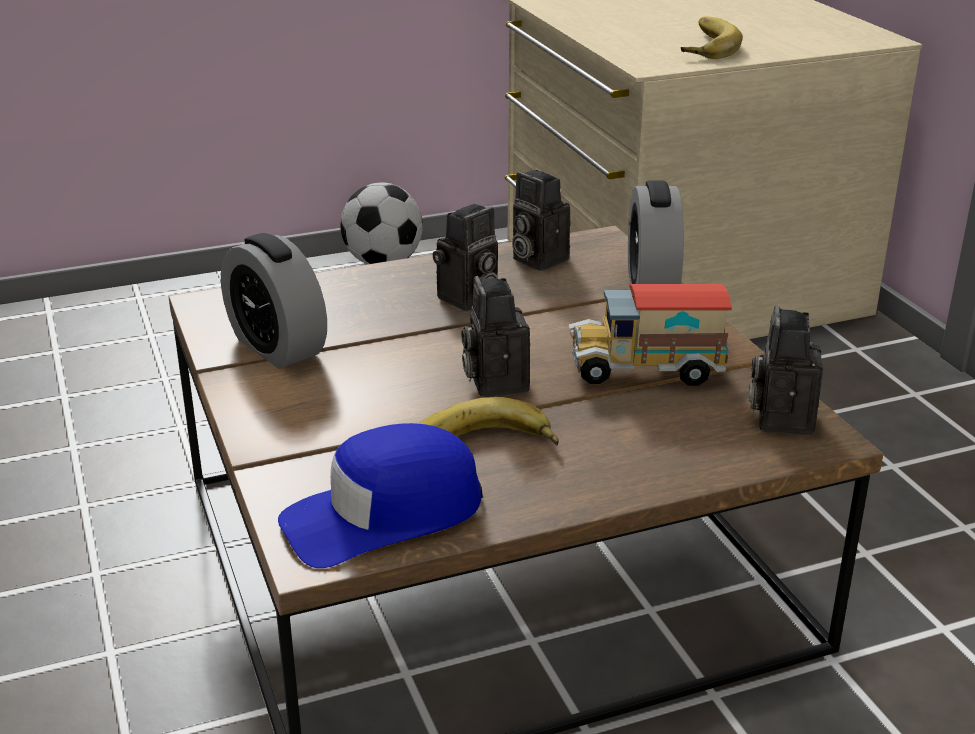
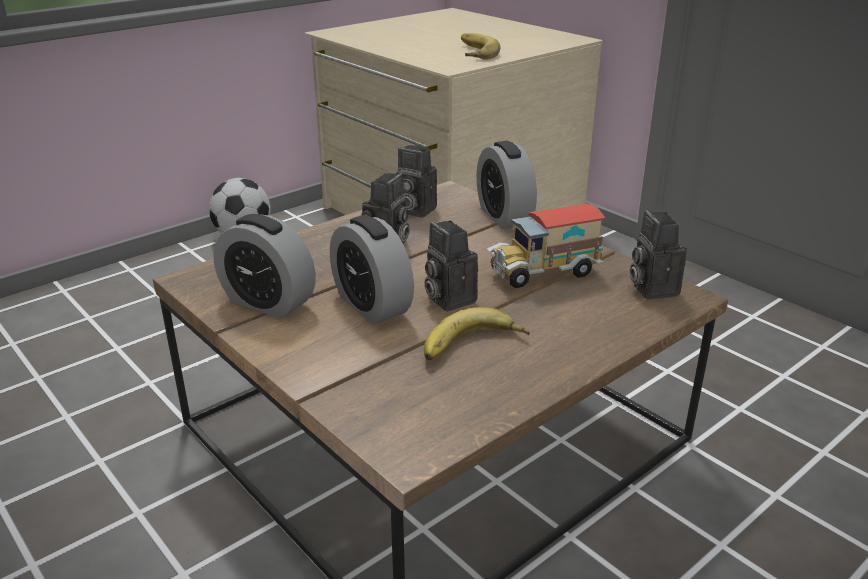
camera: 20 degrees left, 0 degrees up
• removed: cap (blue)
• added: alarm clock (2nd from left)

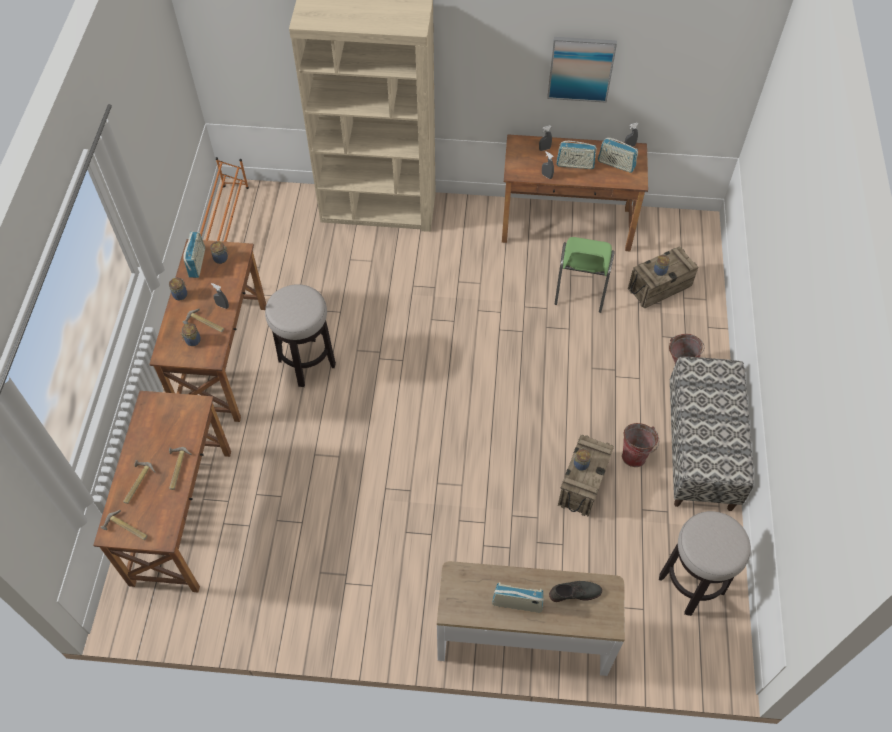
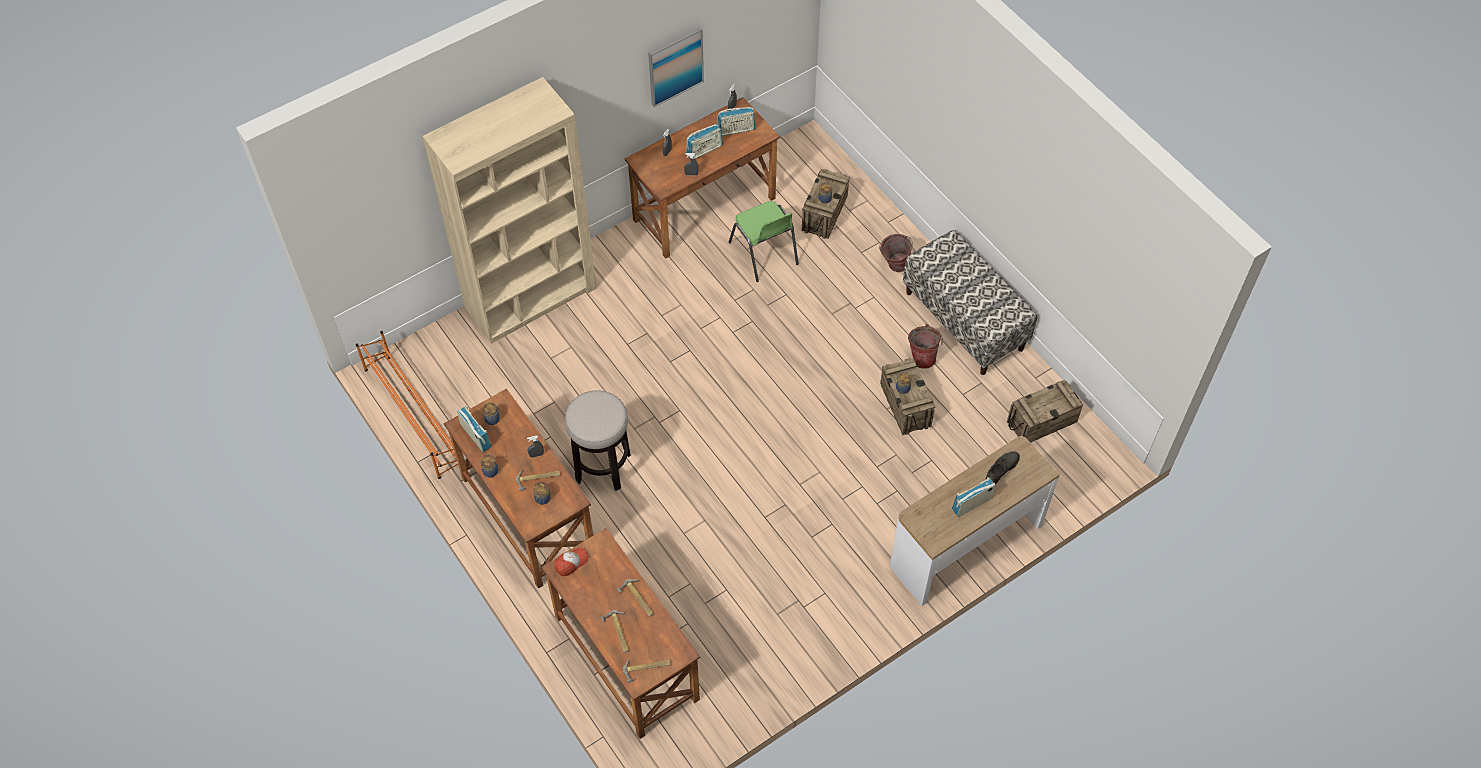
camera: 40 degrees left, 0 degrees up
• added: cap
• replaced: stool (2nd from left) to crate (3rd from left)

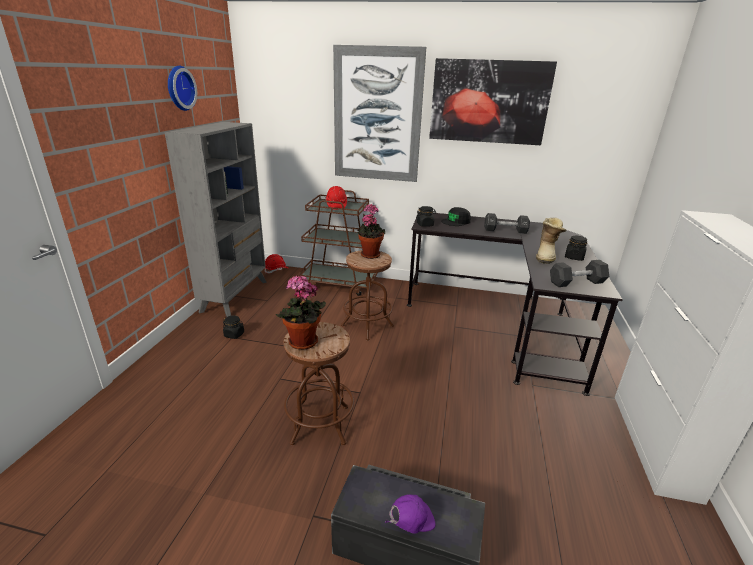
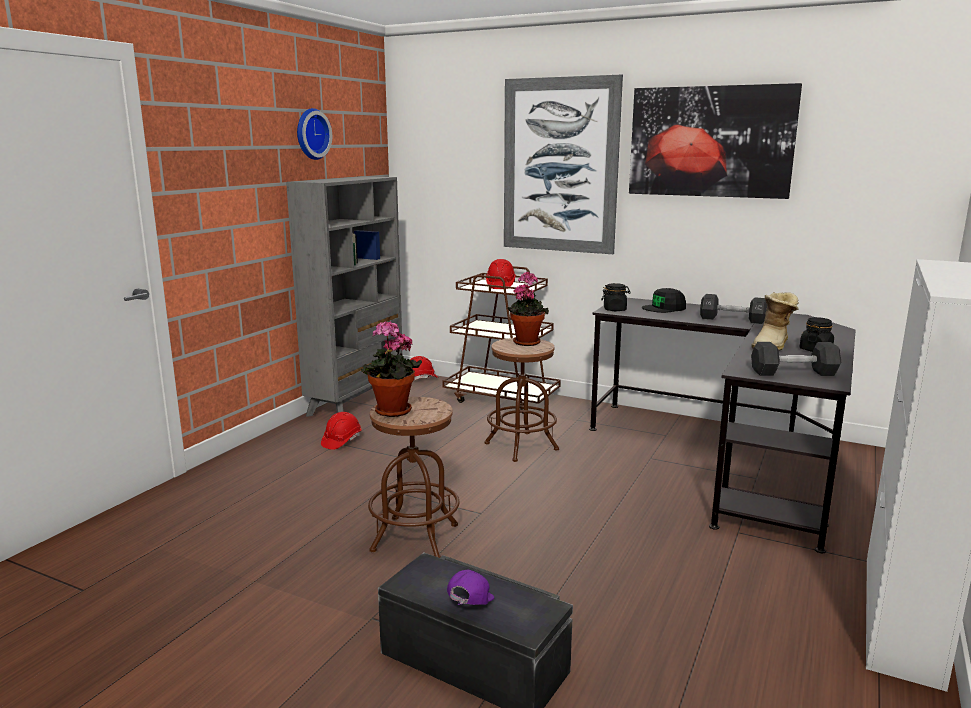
camera: 15 degrees right, 10 degrees down
• replaced: jar (black) (1st from left) to hard hat (red) (1st from left)
• turned: cap (purple) 60 degrees counterclockwise

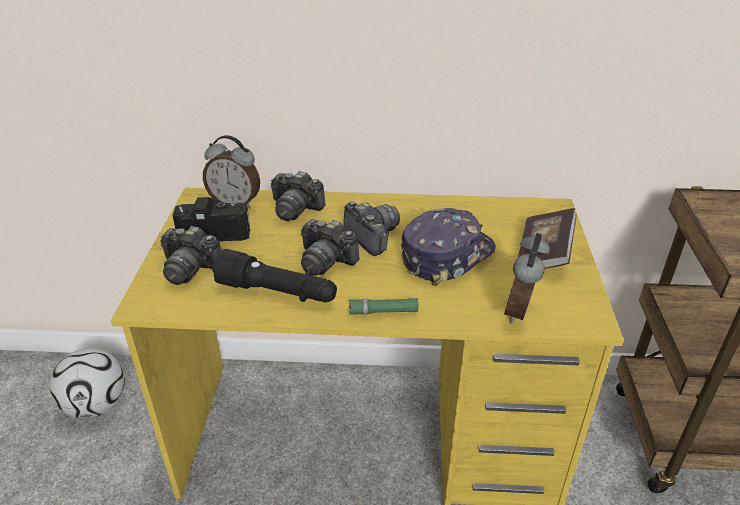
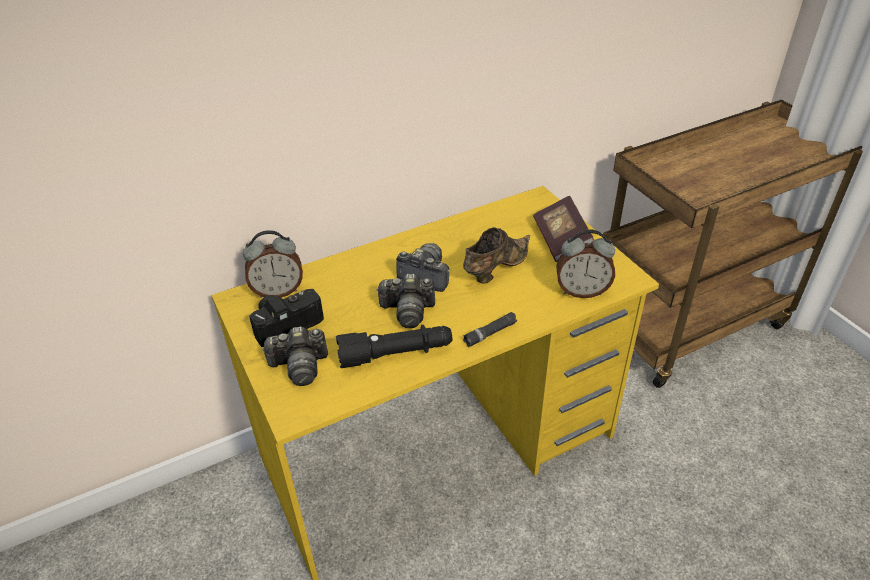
camera: 30 degrees left, 5 degrees up
• removed: football
• removed: photo camera (3rd from left)
• replaced: cap to shoe (brown)
• recoloured: flashlight (green) to flashlight (black) (2nd from left)
• turned: alarm clock (2nd from left) 75 degrees counterclockwise

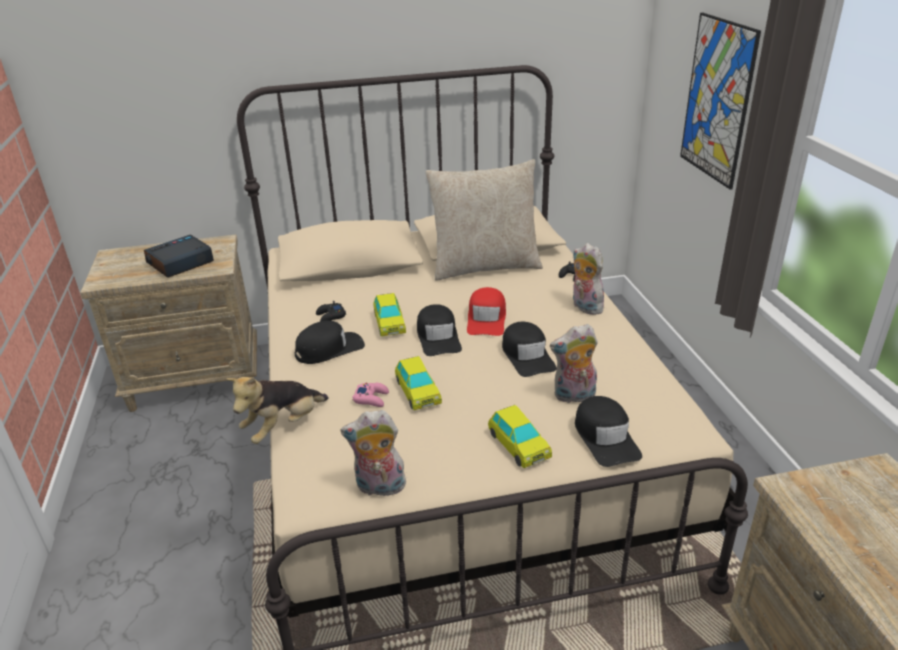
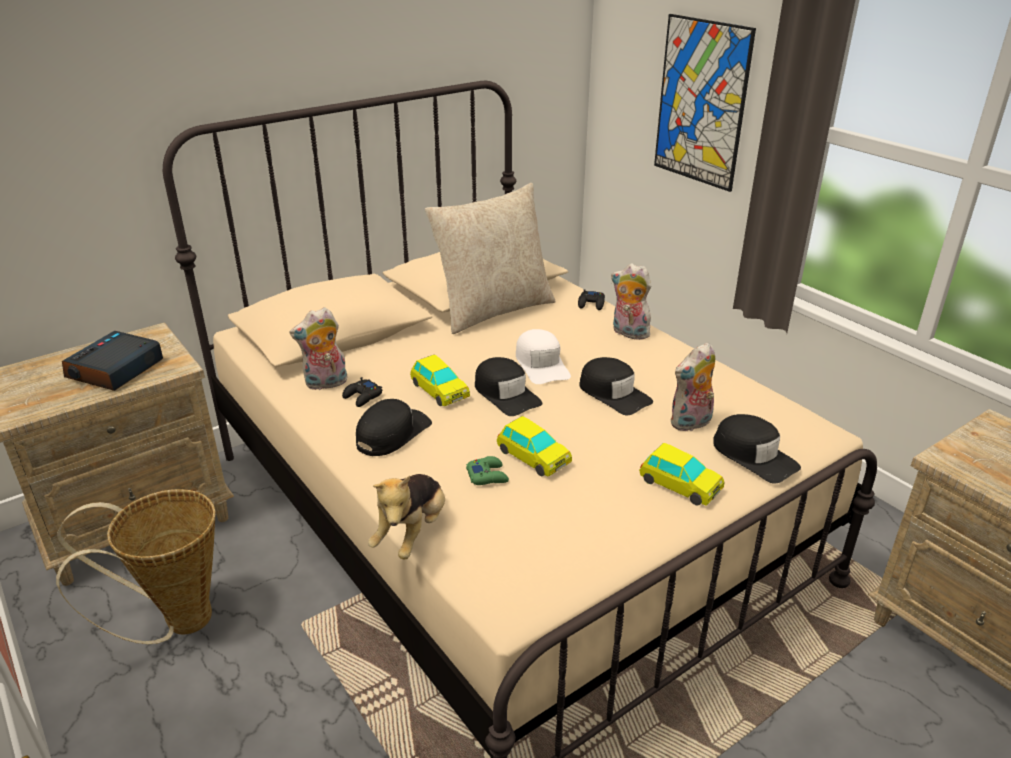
camera: 25 degrees left, 0 degrees up
• added: basket
• moved: plush toy (2nd from left in the first image) to plush toy (1st from left)
• recoloured: game controller (pink) to game controller (green)
• recoloured: cap (red) to cap (white)

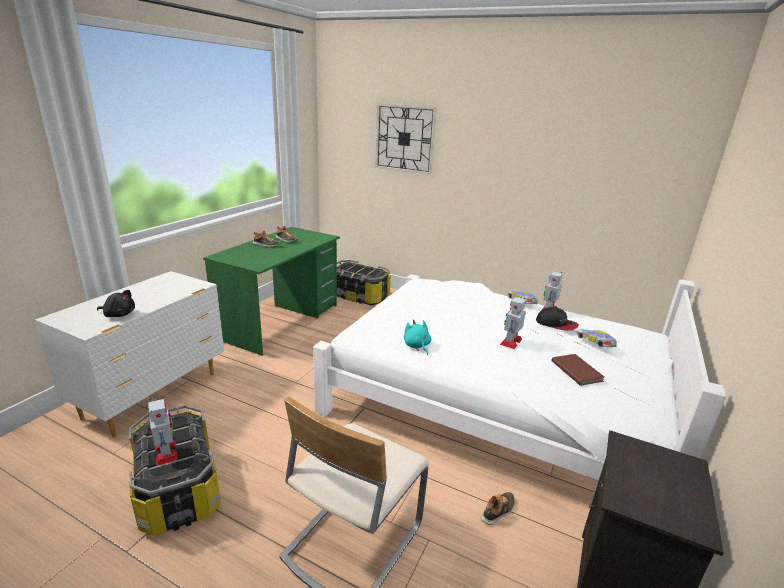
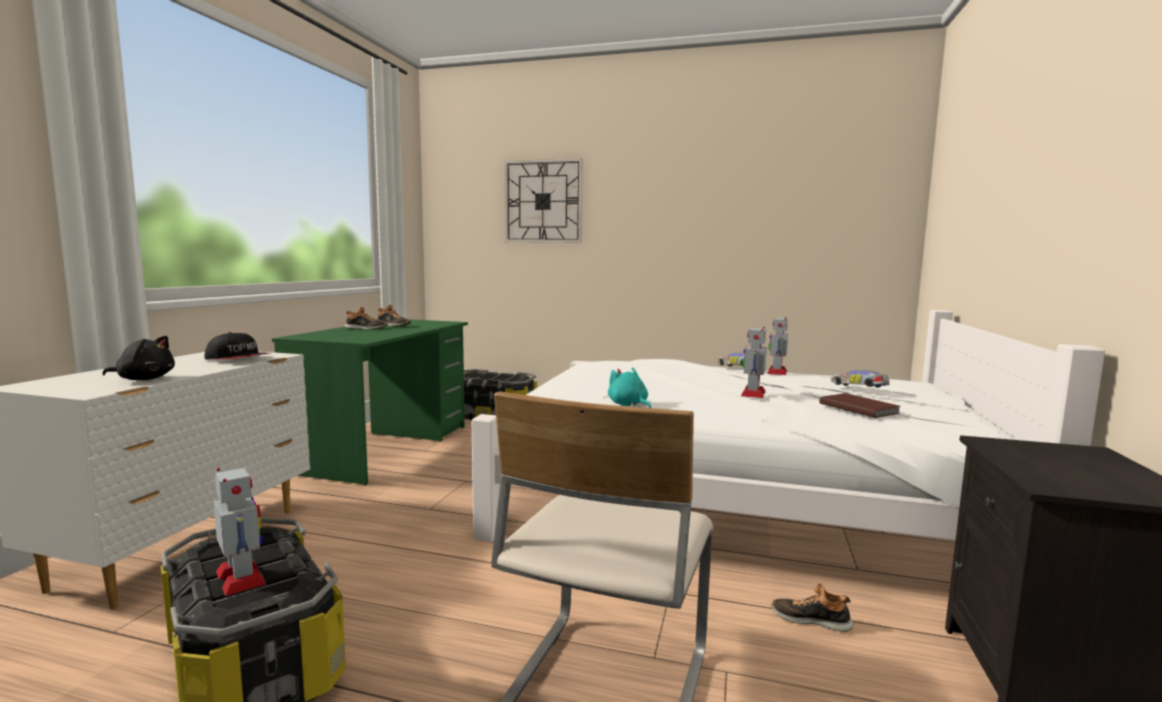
camera: 10 degrees left, 15 degrees down
• moved: cap
• turned: shoe (3rd from left) 105 degrees counterclockwise

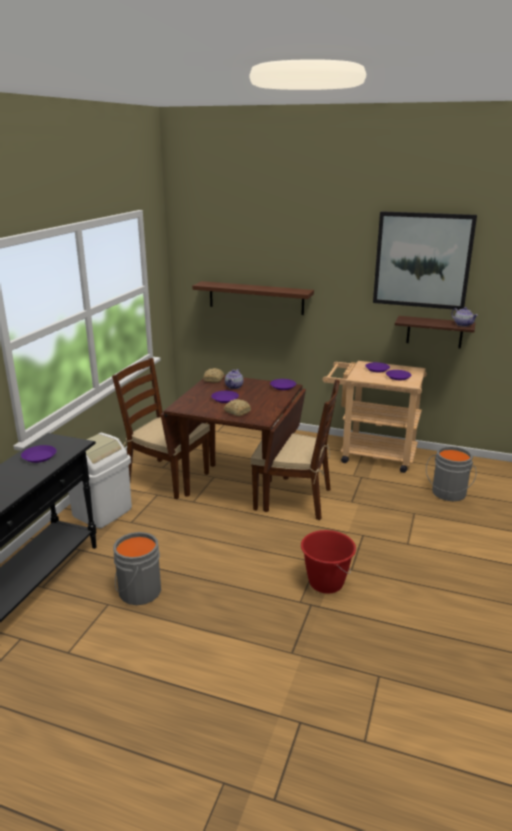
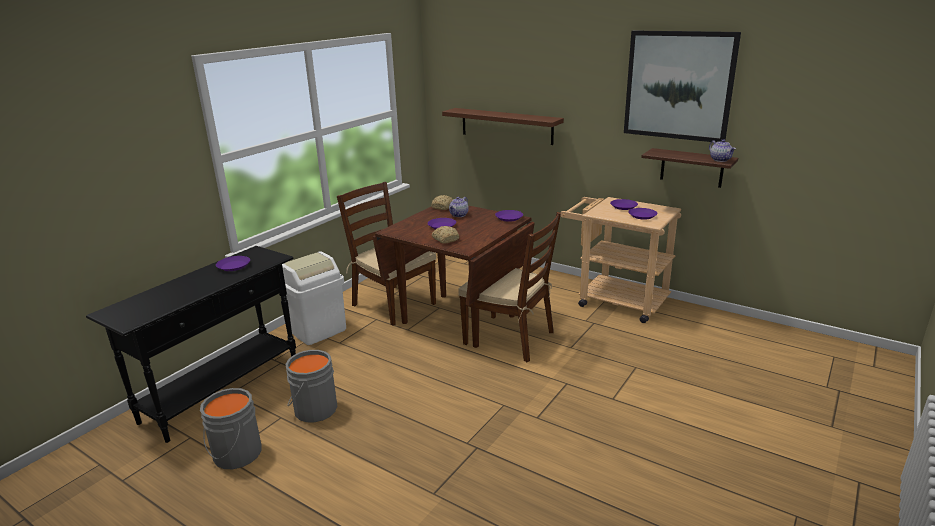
camera: 15 degrees right, 0 degrees up
• removed: bucket (red)
• moved: bucket (grey) (2nd from left in the first image) to bucket (grey) (1st from left)

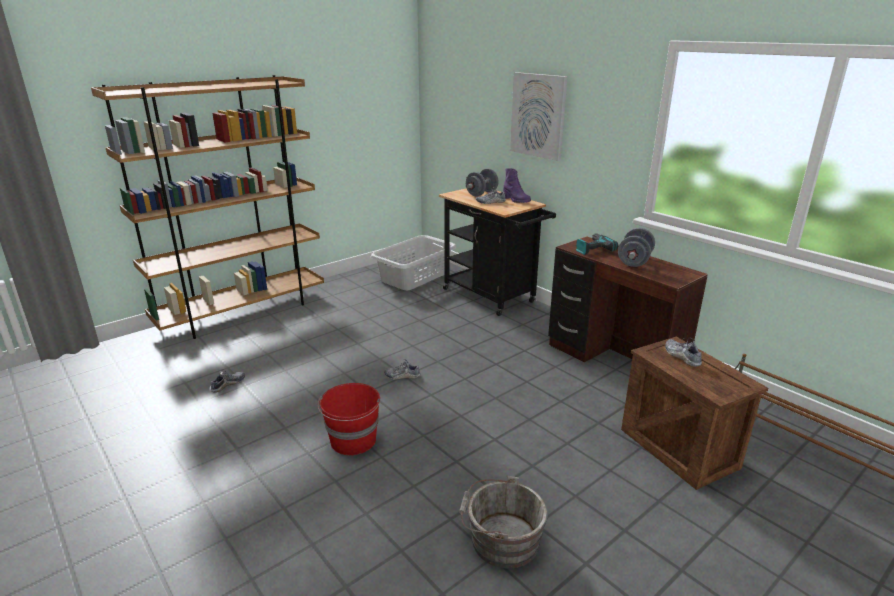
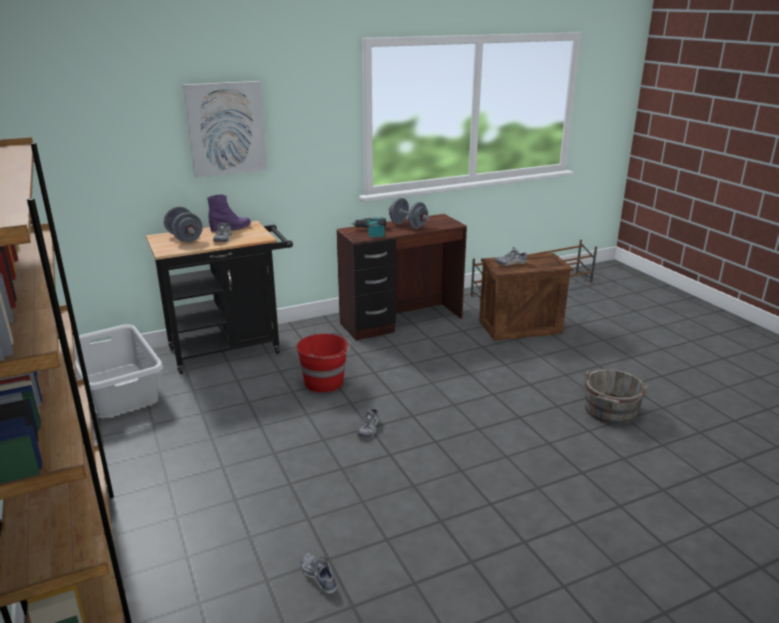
camera: 75 degrees left, 0 degrees up
• moved: bucket (red)

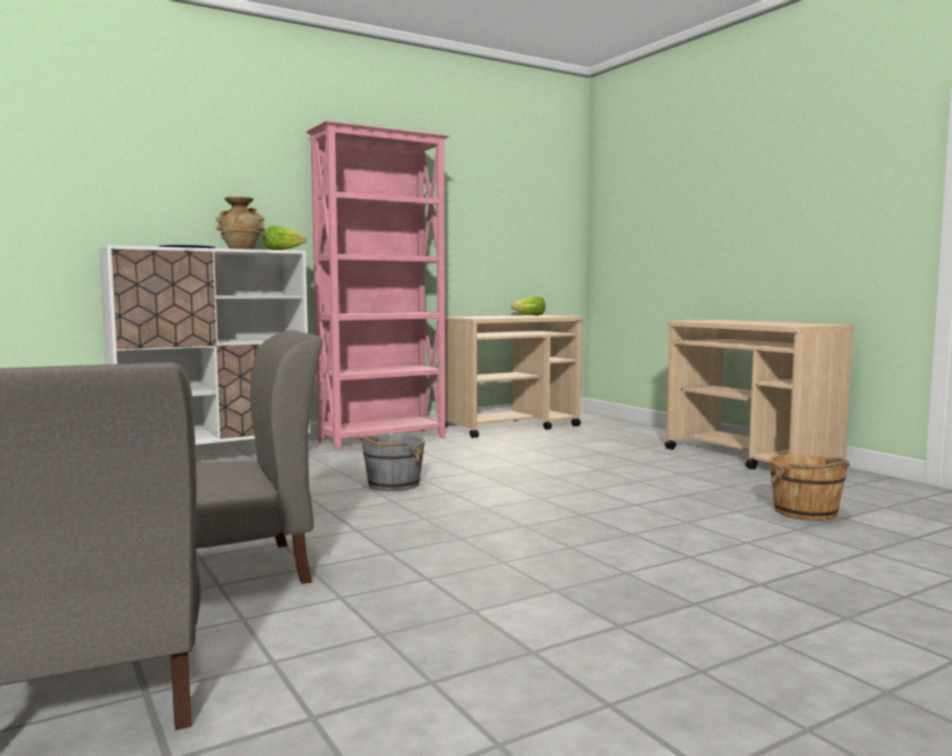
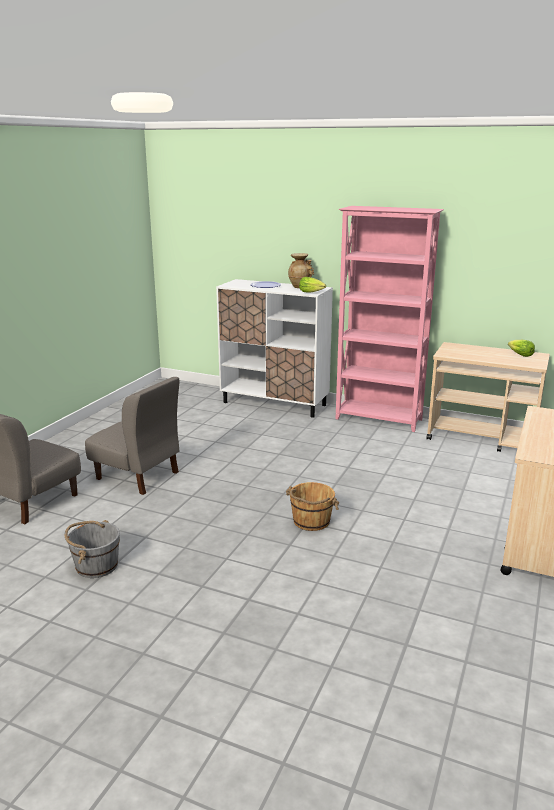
camera: 55 degrees right, 15 degrees up
• moved: bucket (grey)
• moved: bucket (brown)

